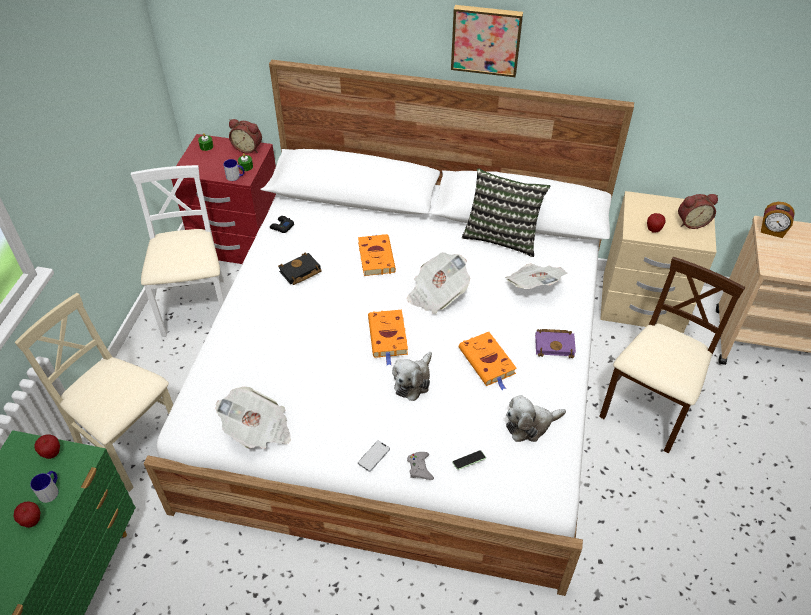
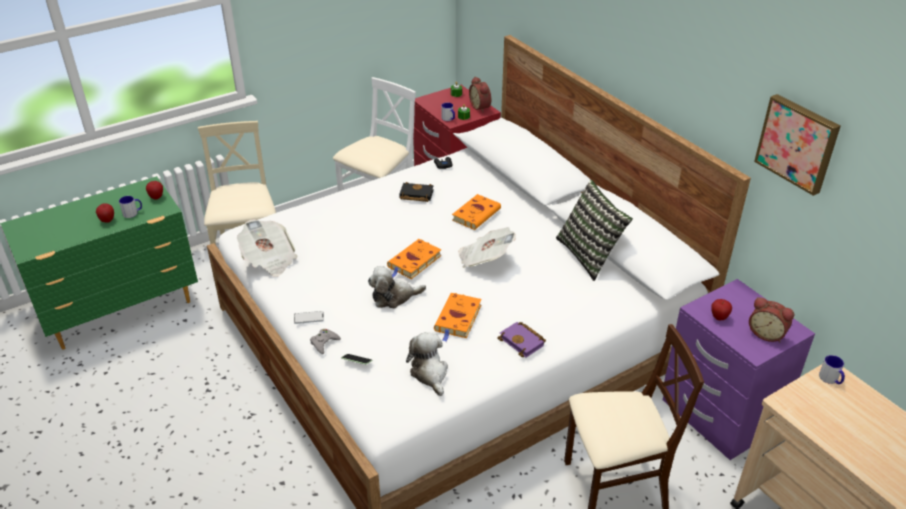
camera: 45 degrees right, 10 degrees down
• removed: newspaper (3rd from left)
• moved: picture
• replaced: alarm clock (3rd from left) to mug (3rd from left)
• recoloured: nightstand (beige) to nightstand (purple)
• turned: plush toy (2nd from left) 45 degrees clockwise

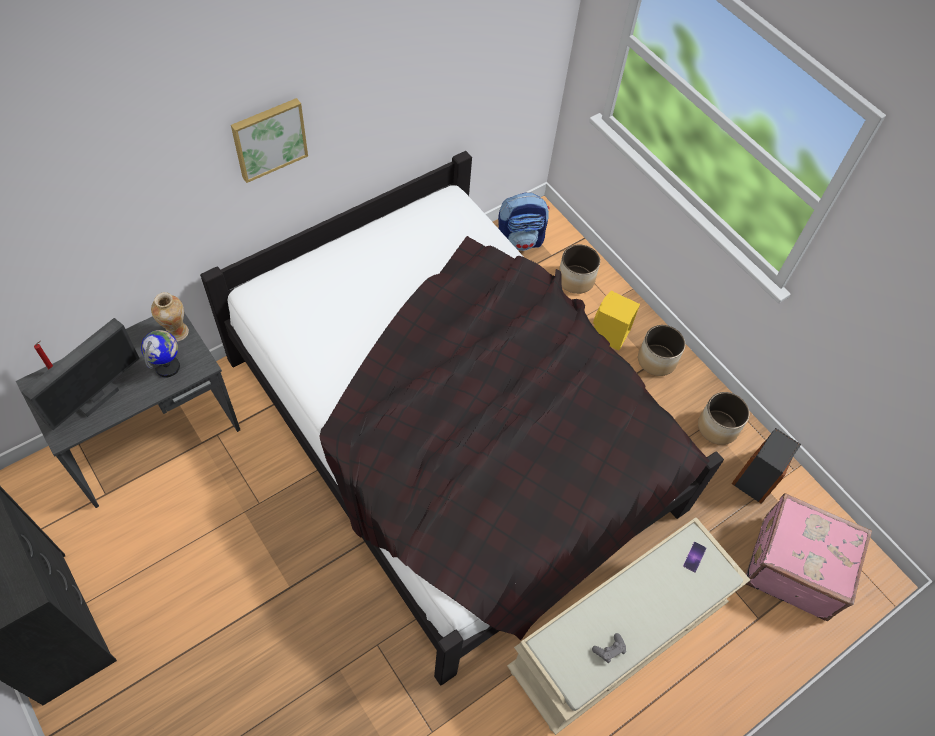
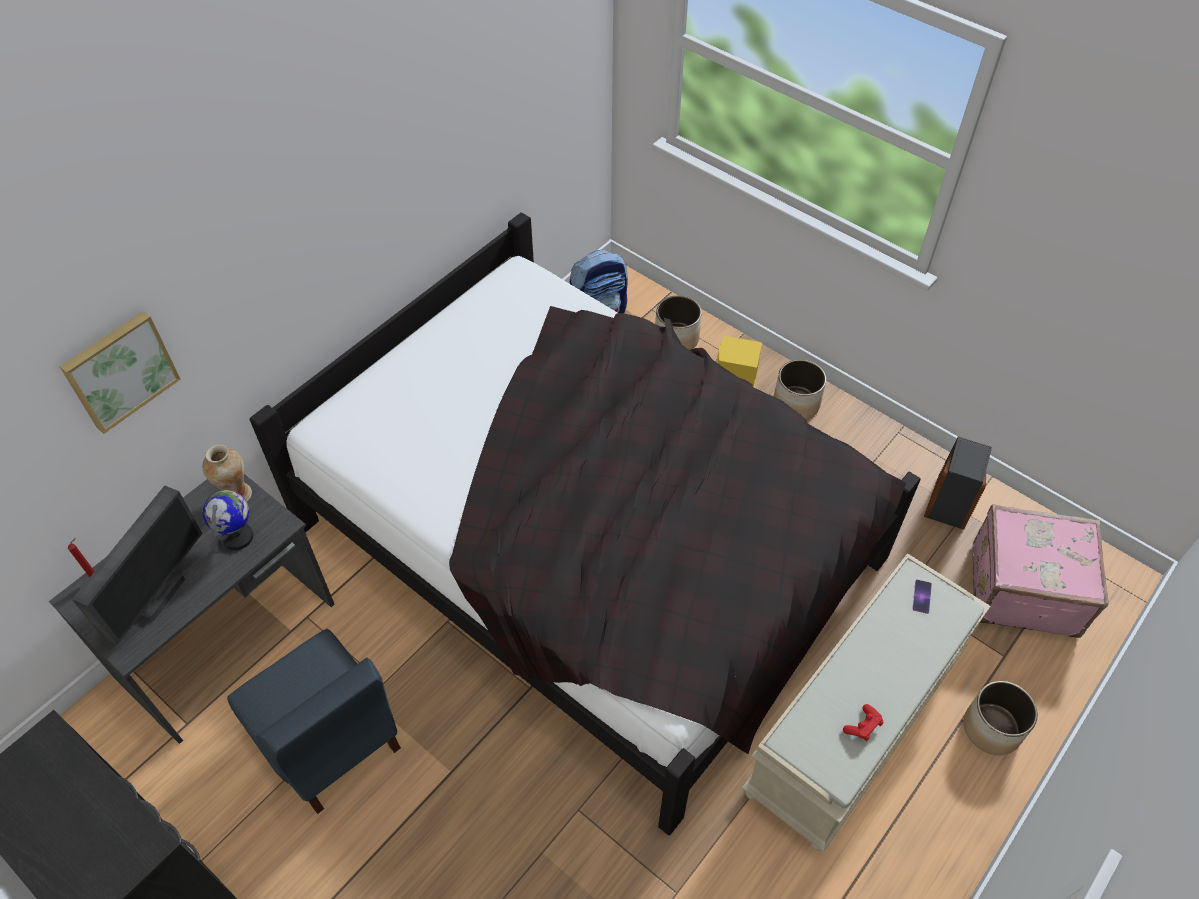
camera: 10 degrees left, 5 degrees down
• added: chair (blue)
• moved: picture
• moved: planter (3rd from left)
• recoloured: game controller (grey) to game controller (red)

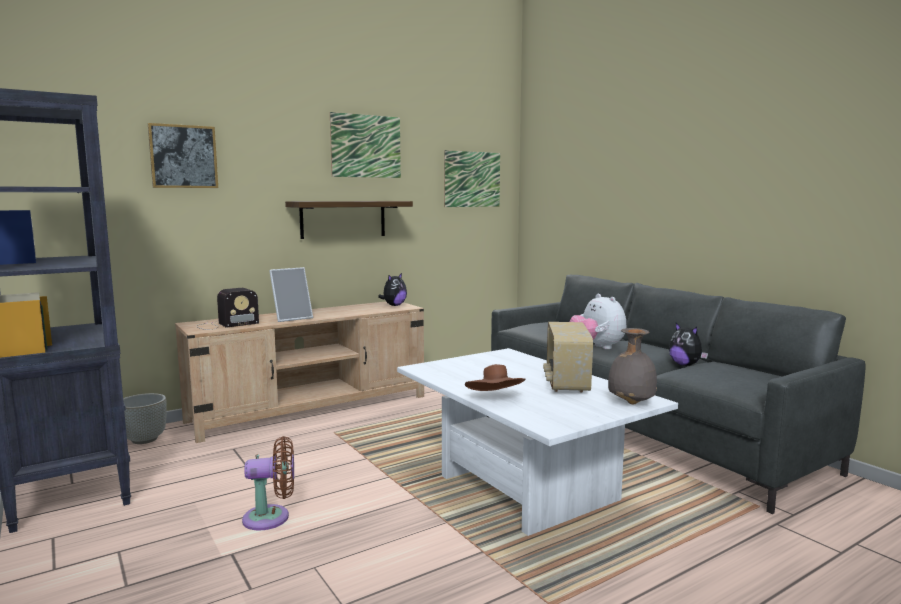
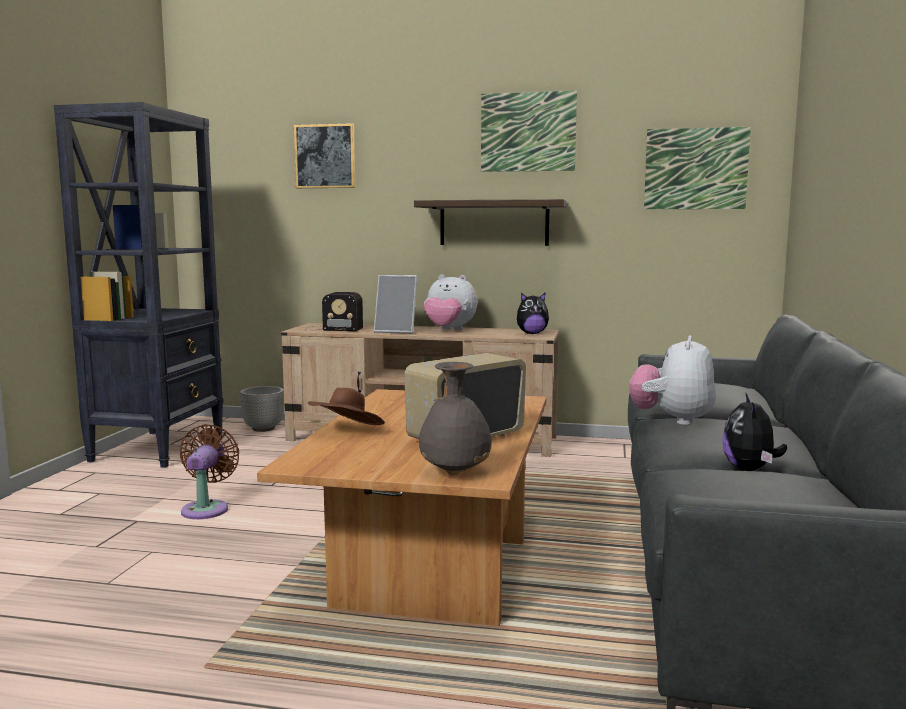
camera: 45 degrees right, 0 degrees up
• added: plush toy (1st from left)
• recoloured: coffee table (white) to coffee table (brown)
• turned: fan (brown) 120 degrees counterclockwise

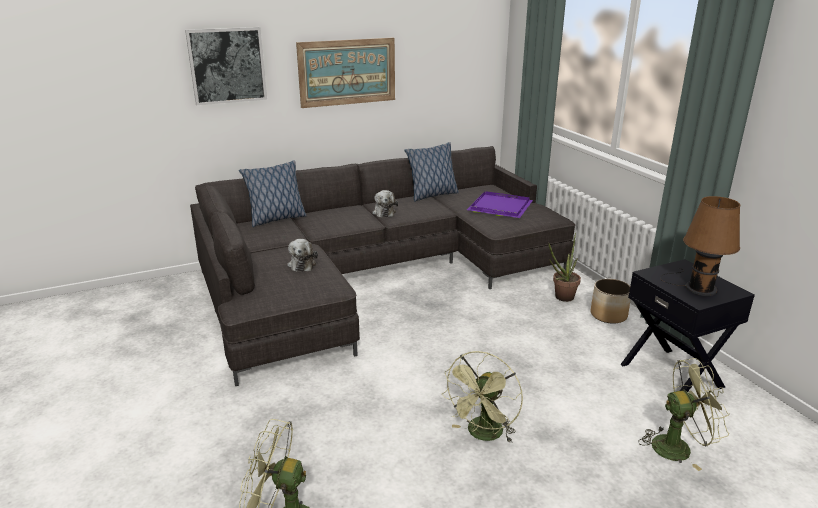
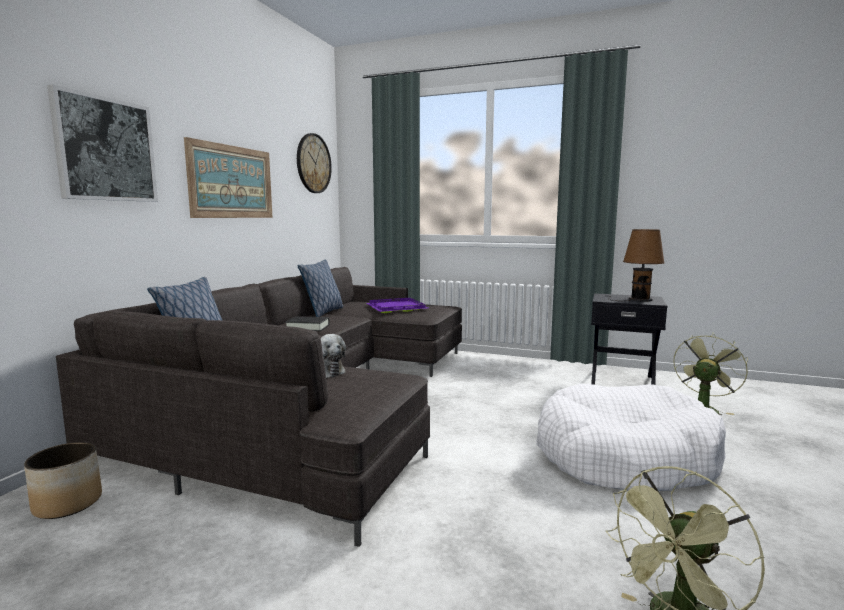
camera: 45 degrees left, 15 degrees down
• removed: potted plant
• added: wall clock
• moved: planter
• replaced: plush toy (2nd from left) to book (black)
• replaced: fan (green) (2nd from left) to dog bed (white)

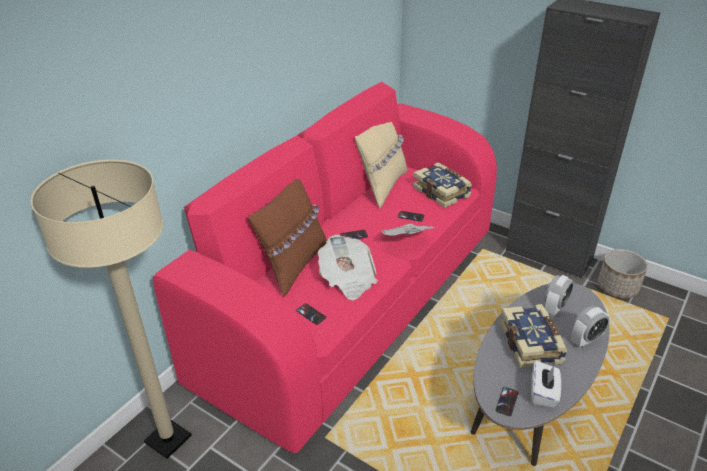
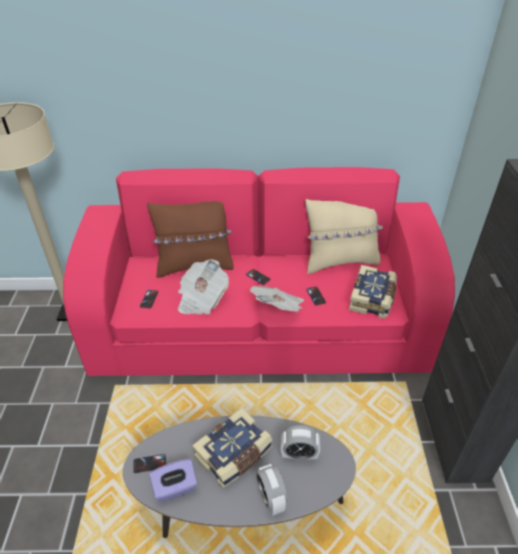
camera: 55 degrees right, 5 degrees up
• removed: planter
• recoloured: tissue box (white) to tissue box (purple)
• turned: alarm clock (2nd from left in the first image) 45 degrees clockwise

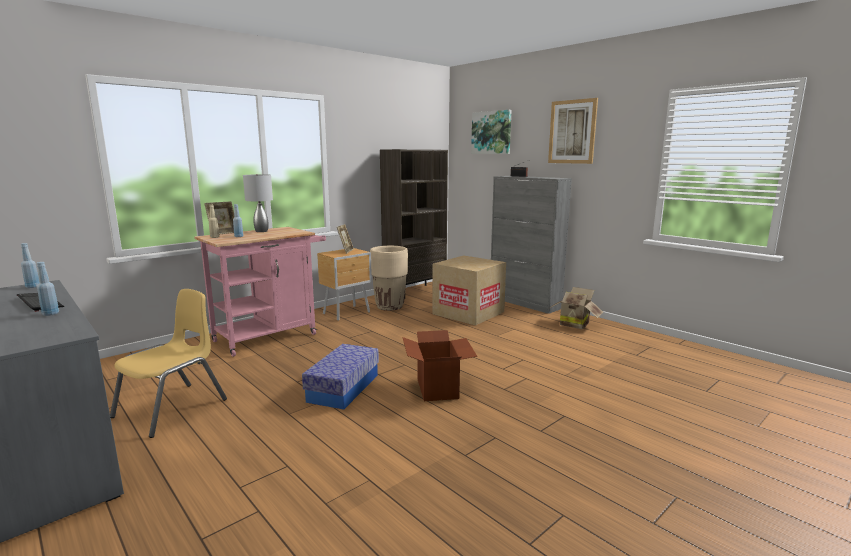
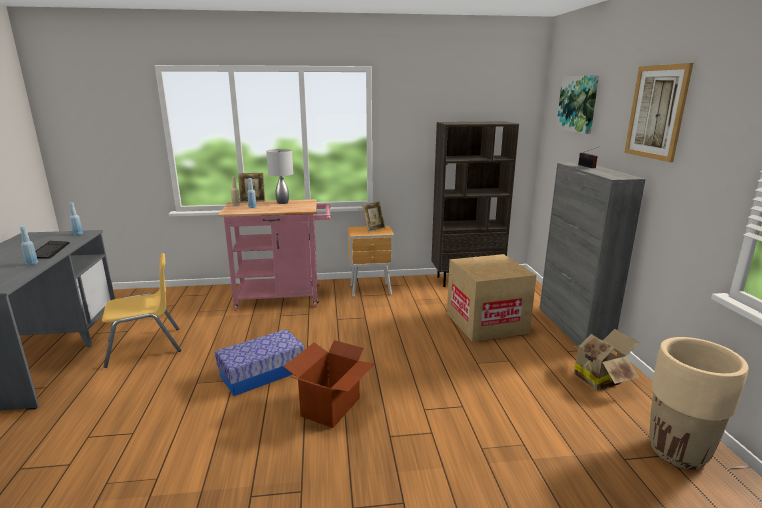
camera: 35 degrees right, 5 degrees up
• moved: planter (beige)

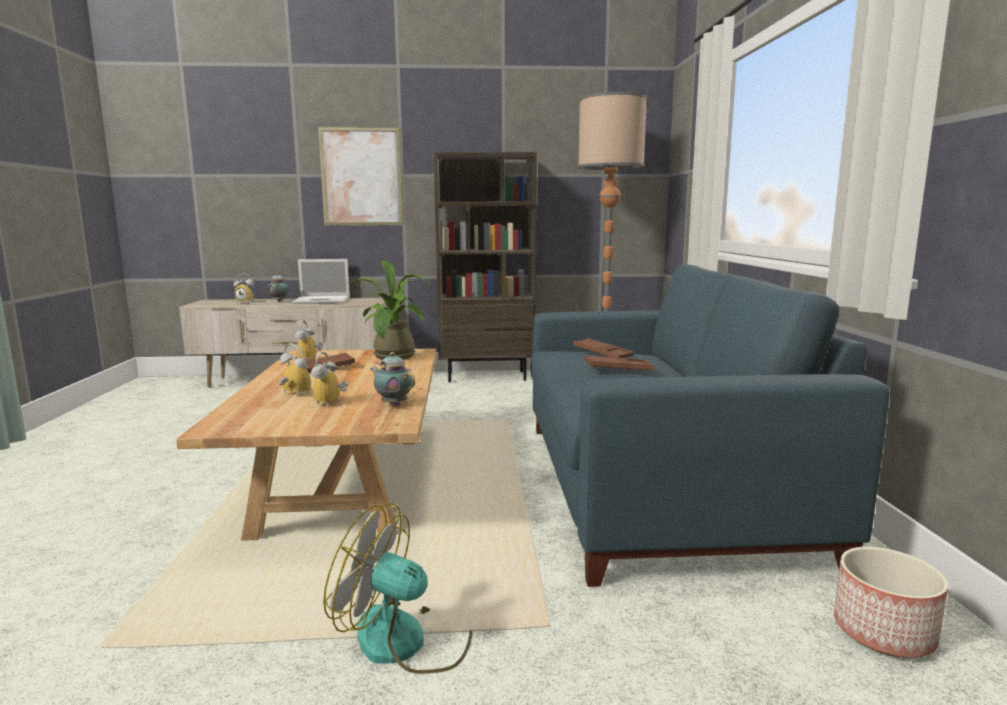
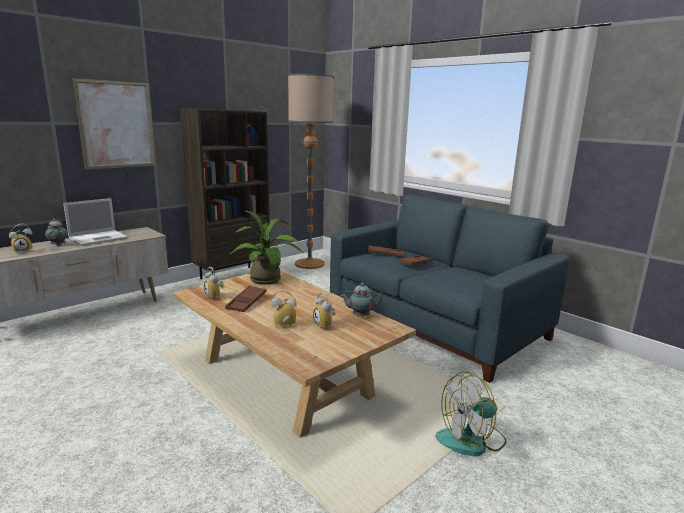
camera: 40 degrees left, 5 degrees up
• removed: planter

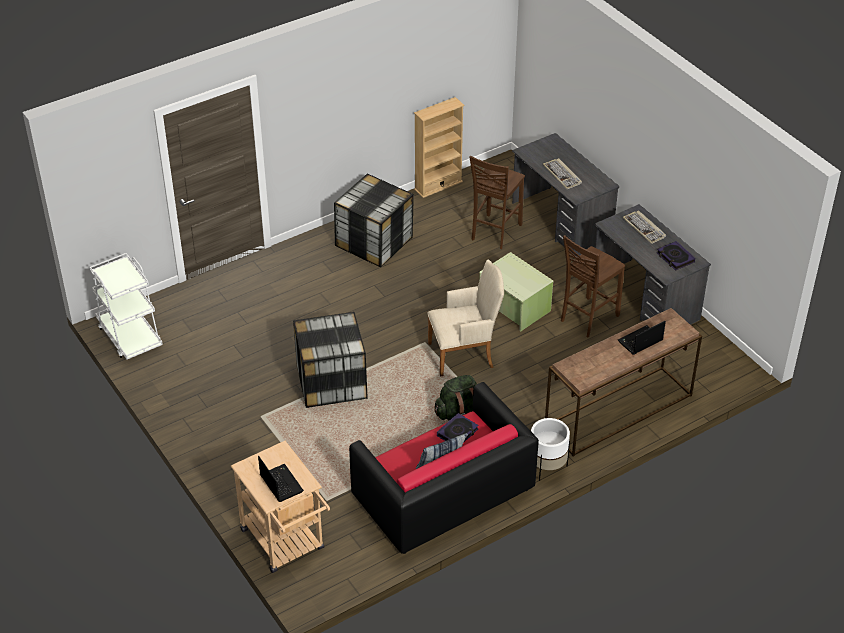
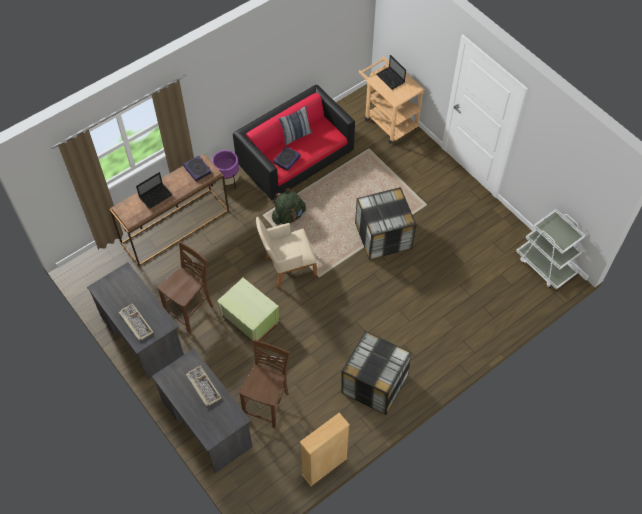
camera: 175 degrees right, 15 degrees up
• moved: book (2nd from left in the first image) to book (1st from left)
• recoloured: planter (white) to planter (purple)

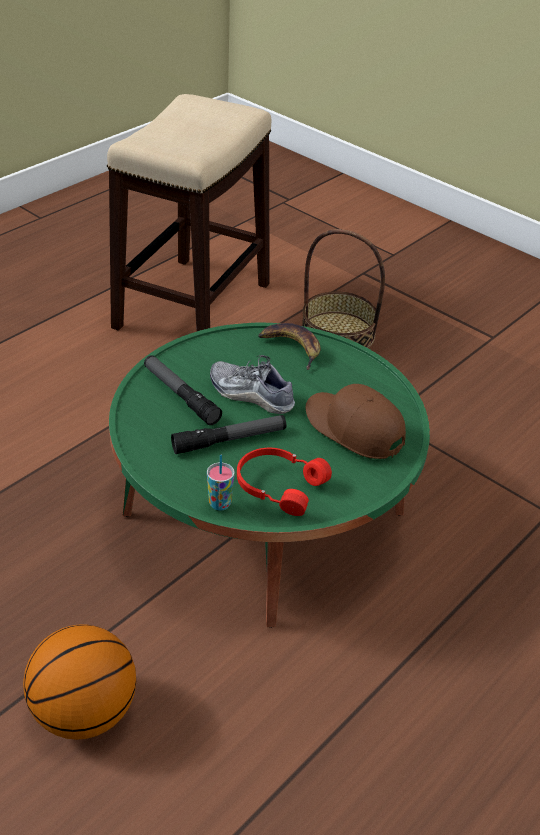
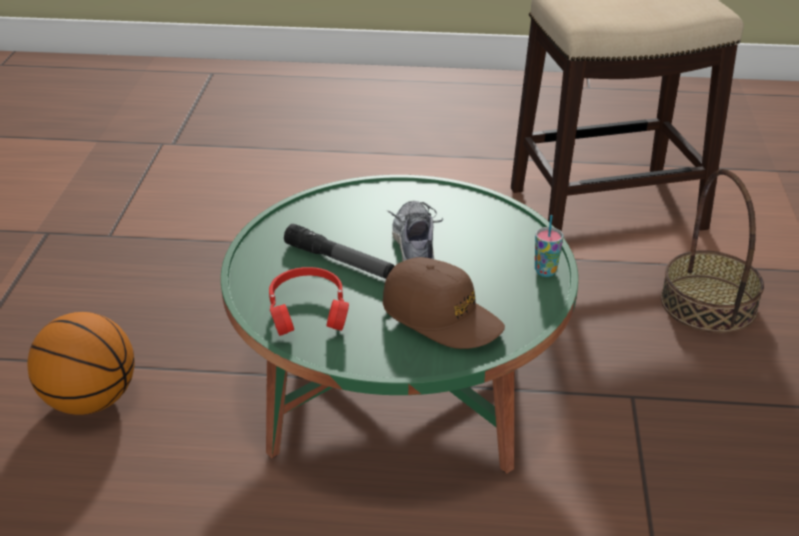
camera: 55 degrees right, 5 degrees down
• removed: flashlight (1st from left)
• removed: banana
• moved: cup
• turned: cap (brown) 120 degrees clockwise

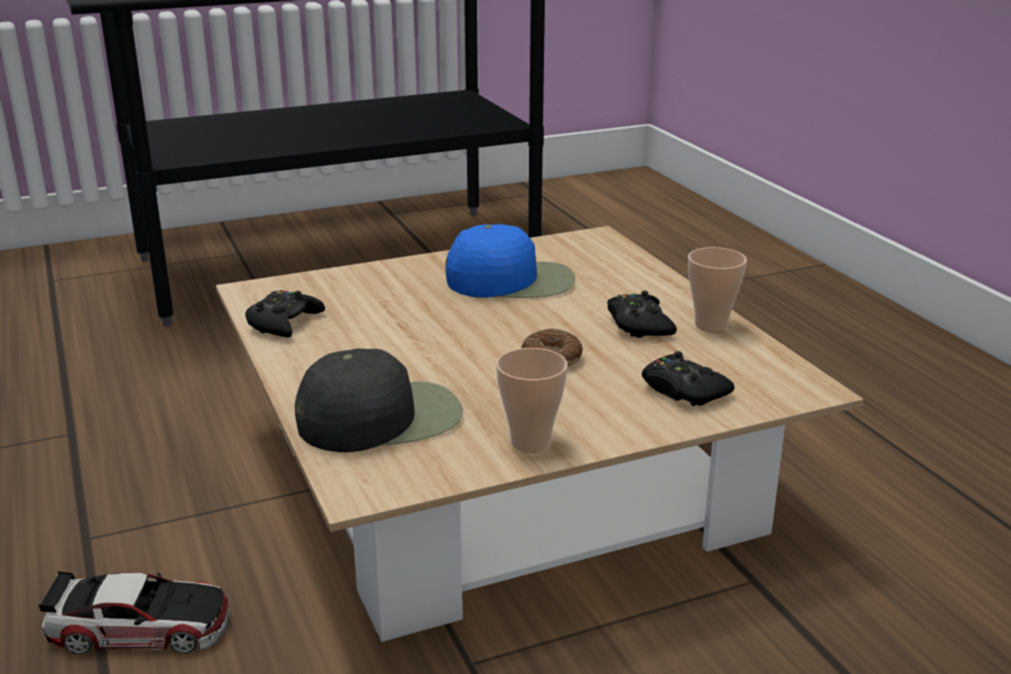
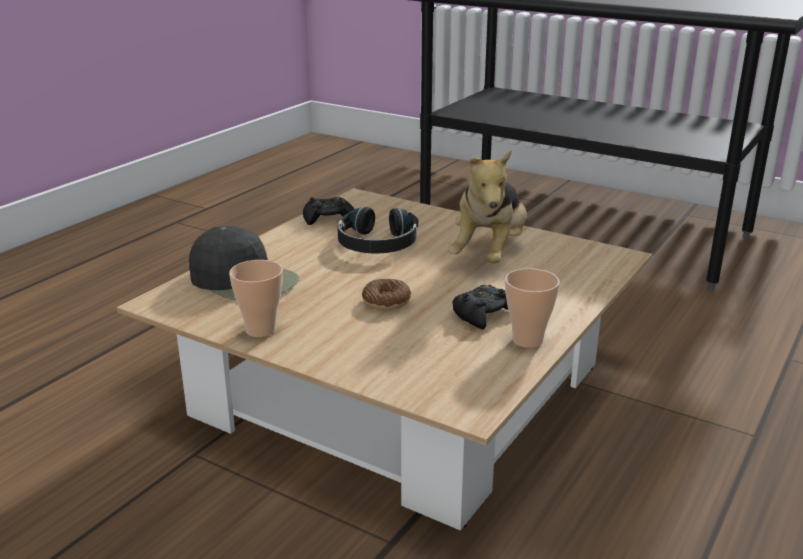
camera: 55 degrees right, 0 degrees up
• removed: toy car
• removed: game controller (black) (3rd from left)
• added: headphones (black)
• replaced: cap (blue) to plush toy

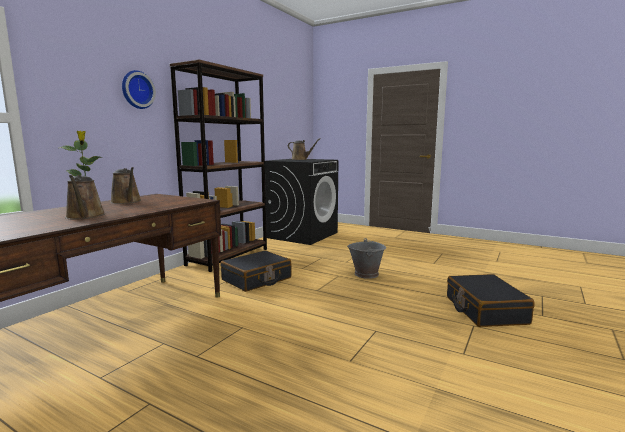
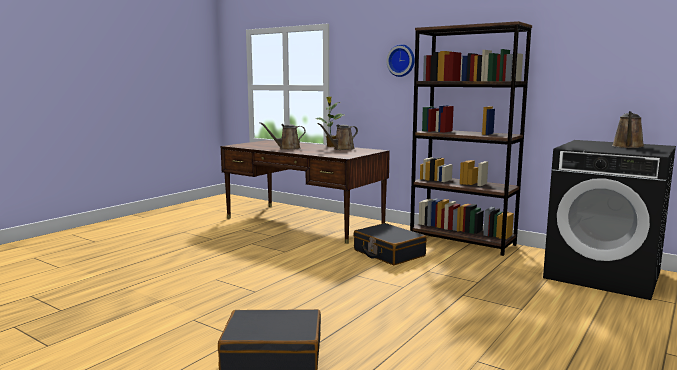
camera: 95 degrees right, 0 degrees up
• removed: bucket (grey)

